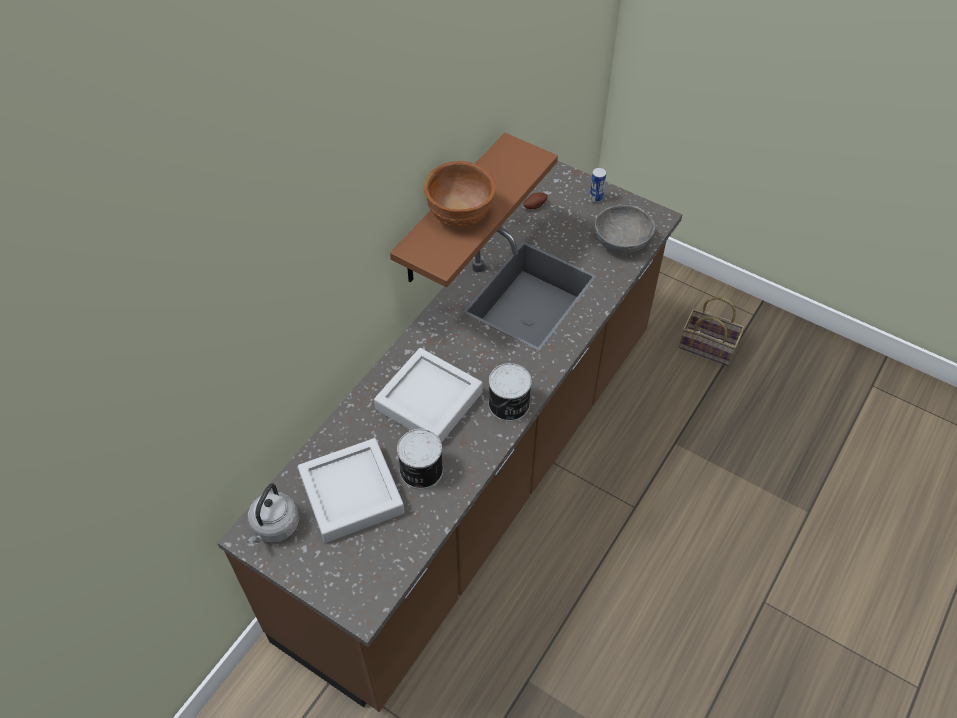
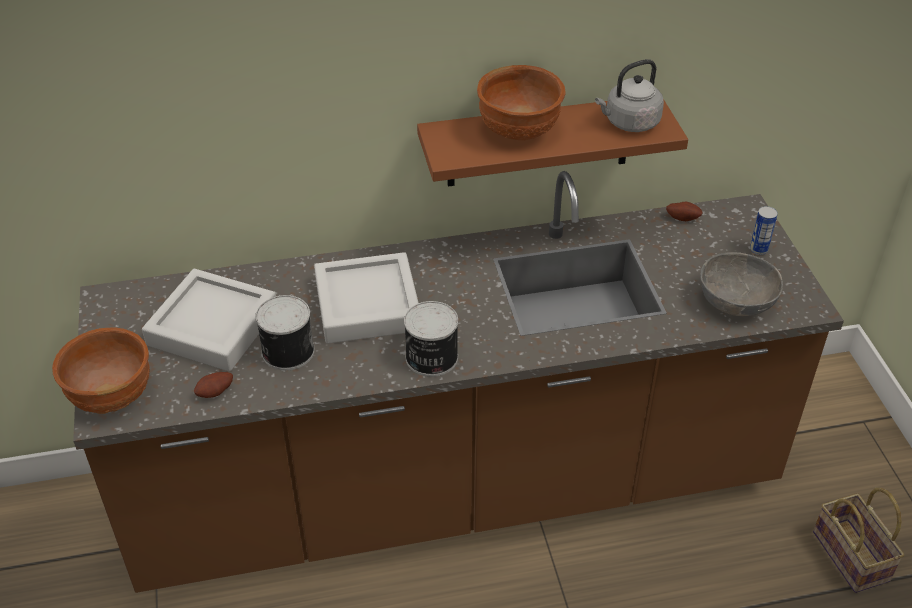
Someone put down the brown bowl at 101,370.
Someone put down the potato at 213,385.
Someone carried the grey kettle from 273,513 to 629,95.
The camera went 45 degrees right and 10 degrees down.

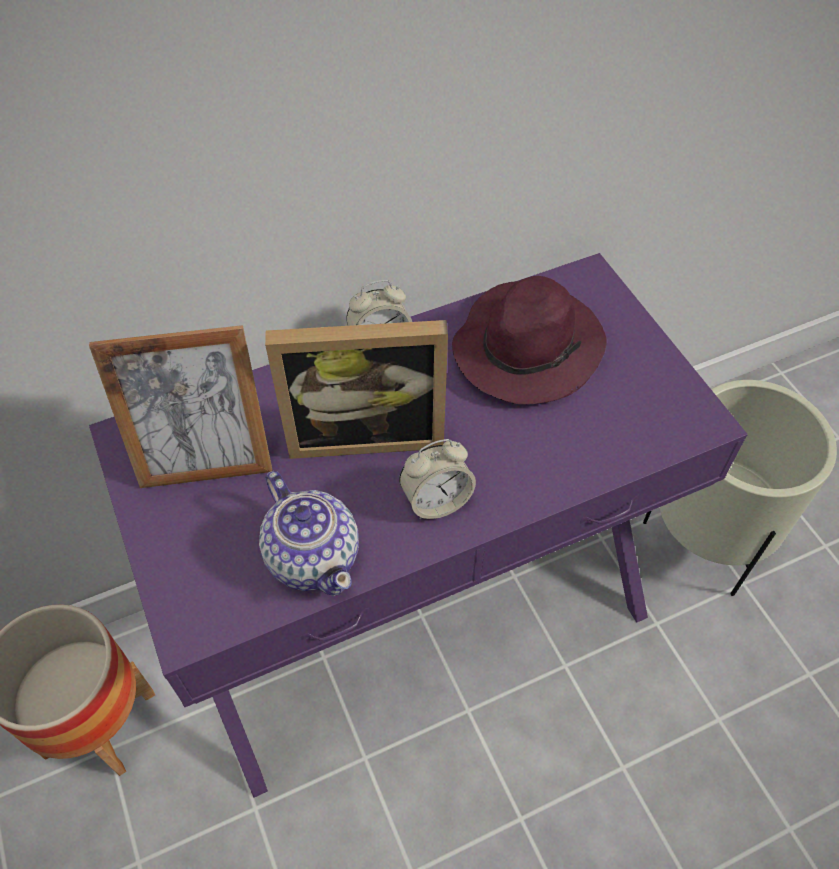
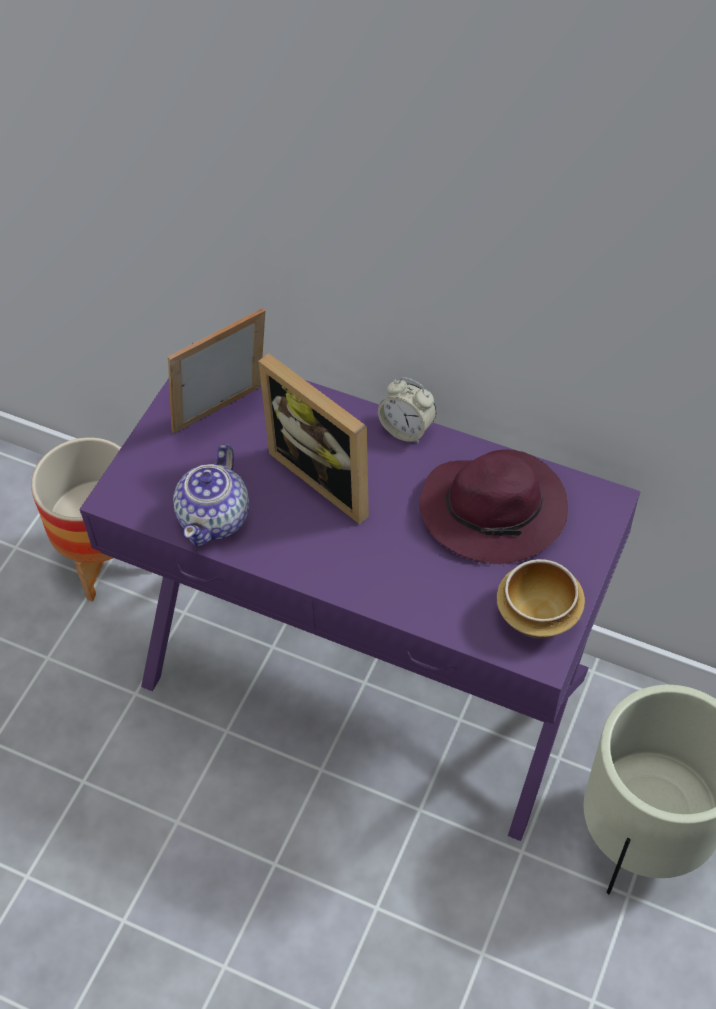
Someone took away the alarm clock at 437,479.
Someone put down the bowl at 541,599.
Someone rotated the picture frame at 180,406 by 105 degrees clockwise.
The camera went 50 degrees right and 0 degrees up.

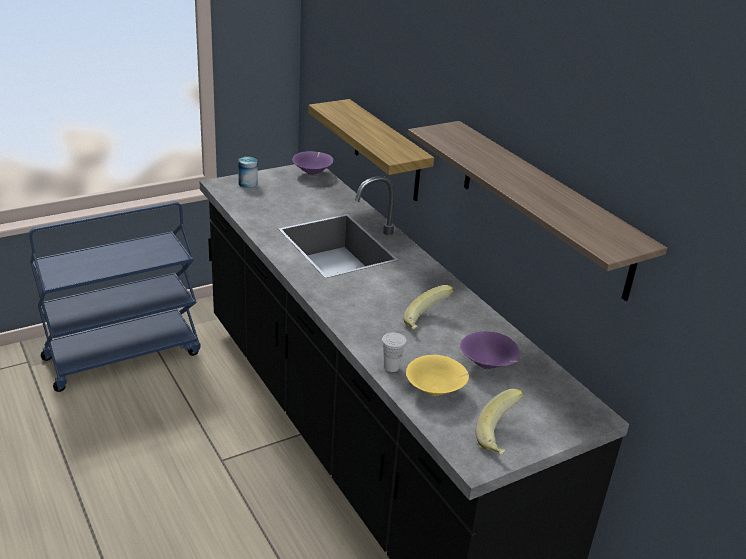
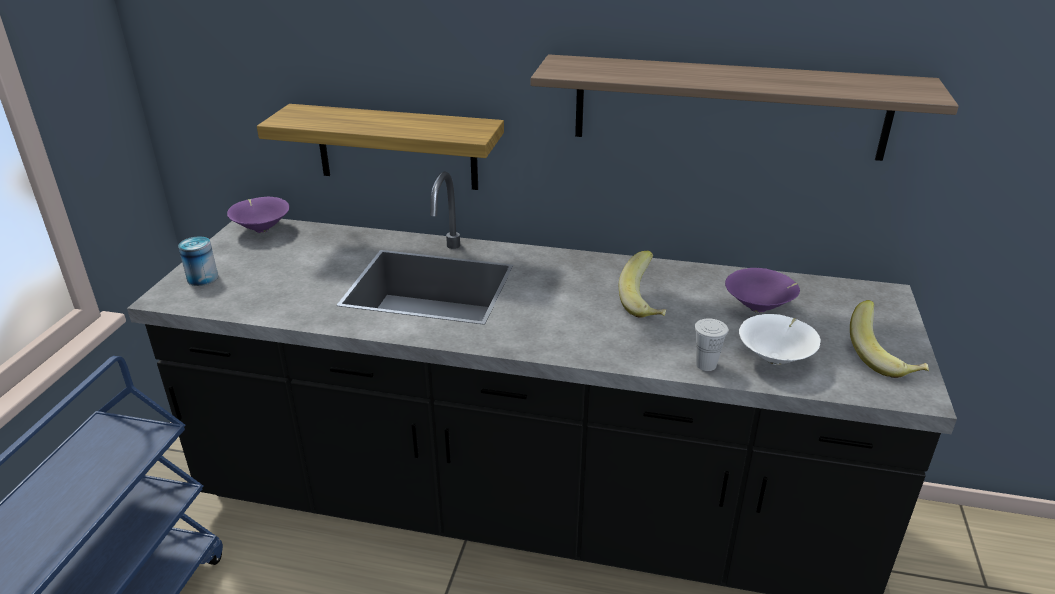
Someone repainted the yellow bowl at 437,375, which became the white bowl at 779,339.
The camera went 45 degrees left and 0 degrees up.

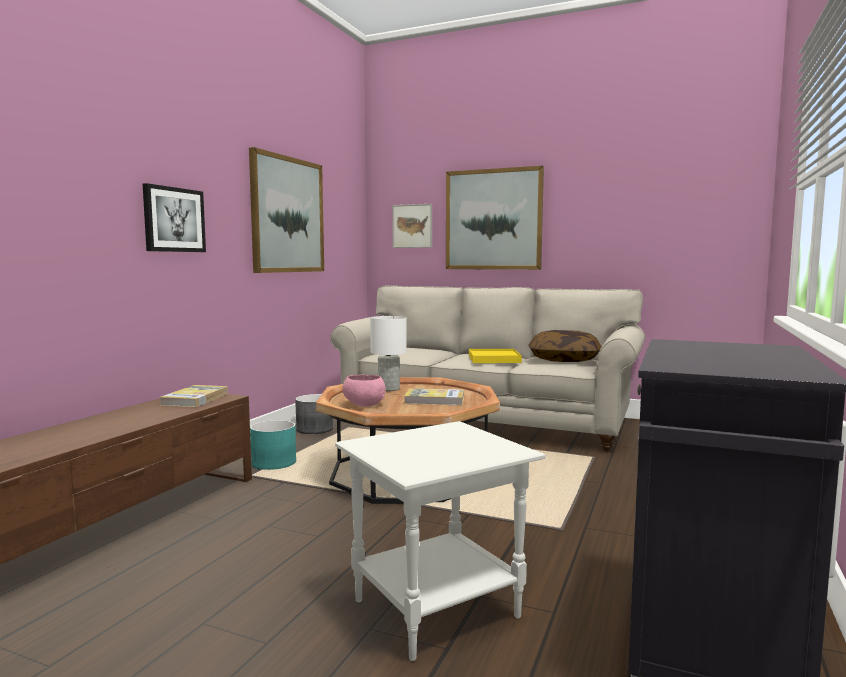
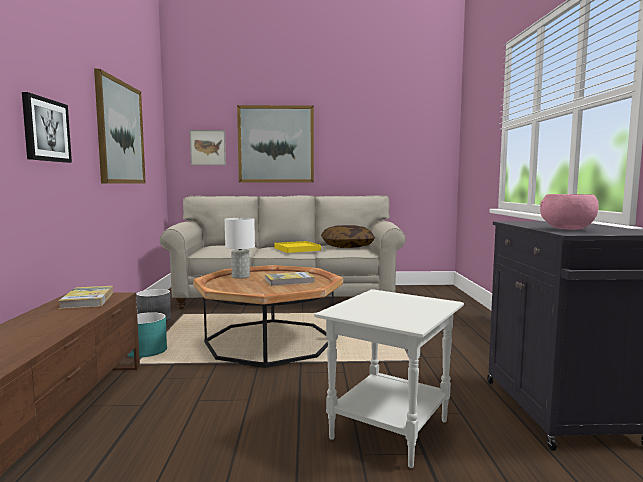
Someone carried the pink bowl from 364,391 to 569,212.
The camera went 25 degrees left and 0 degrees up.

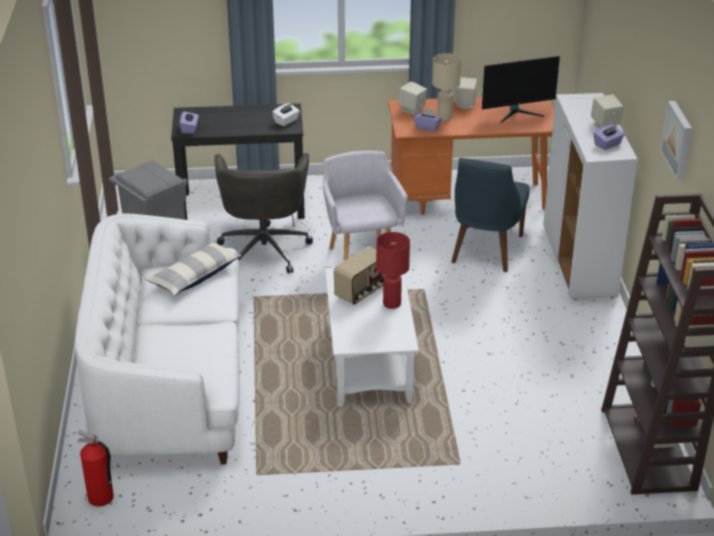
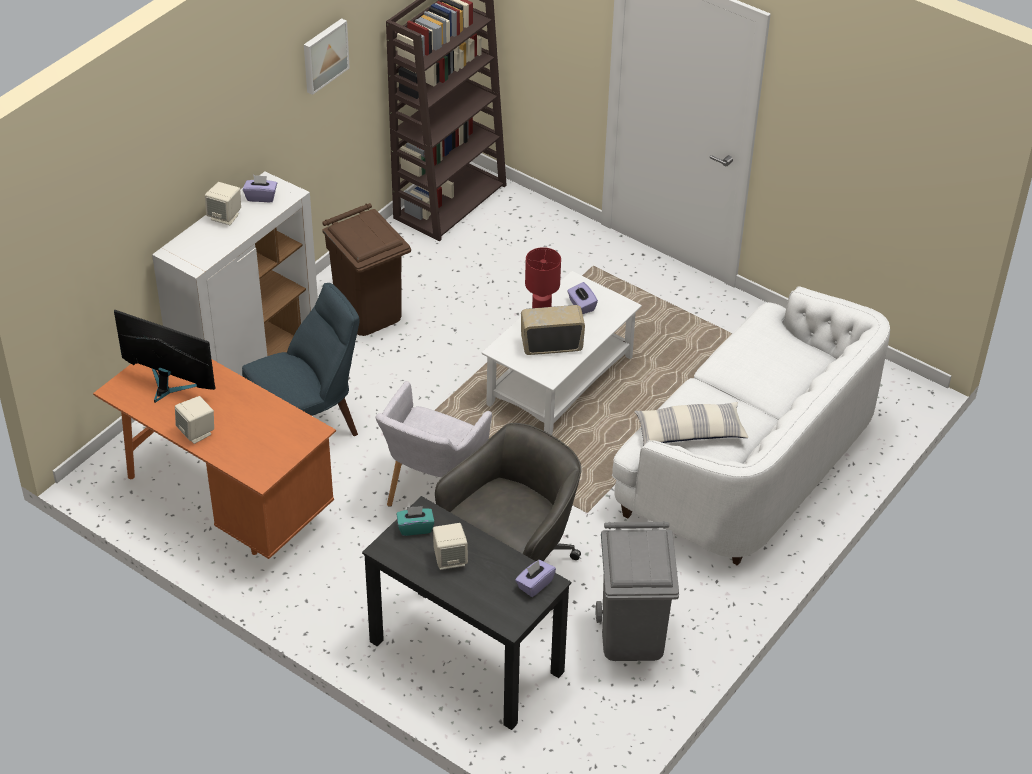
Someone took away the fire extinguisher at 96,468.
Someone took away the beige table lamp at 446,87.
Someone put down the brown trash can at 366,269.
Someone carried the beige speaker from 412,98 to 450,546.
Someone carried the purple tissue box from 428,120 to 582,298.
Someone repainted the white tissue box at 286,114, which became the turquoise tissue box at 415,521.
The camera went 140 degrees left and 10 degrees up.

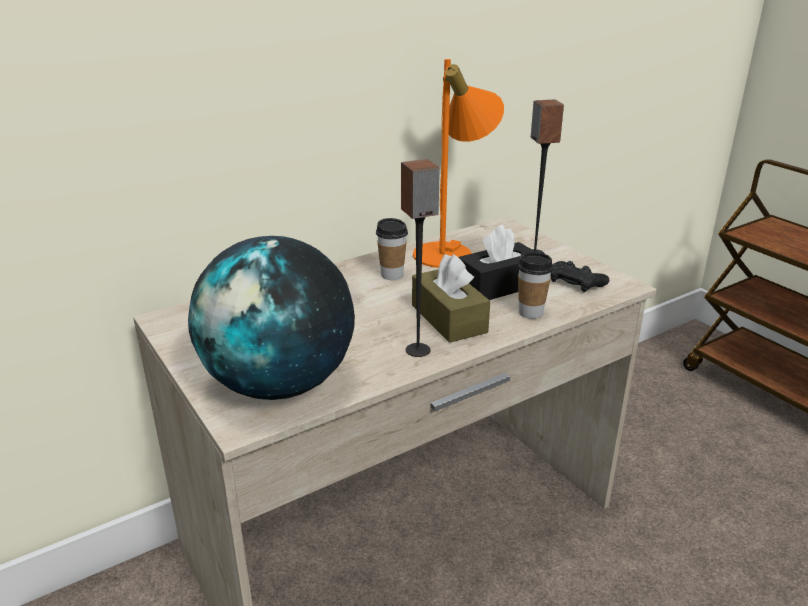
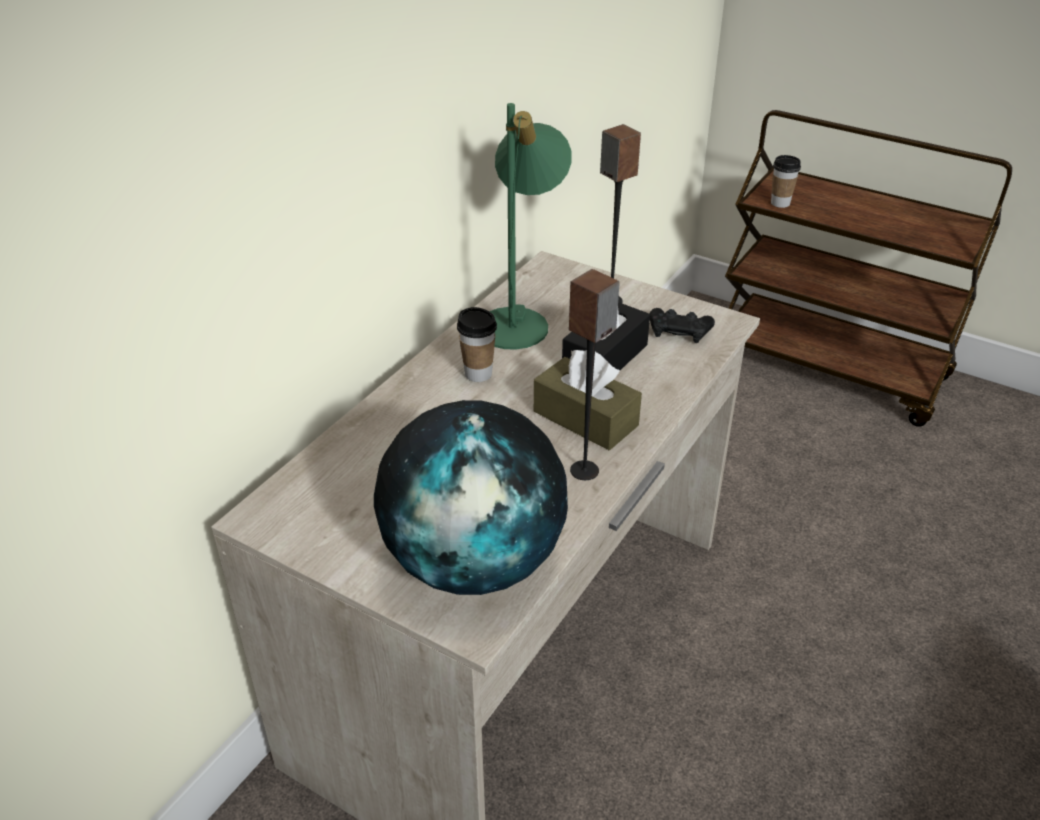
Someone carried the cup from 535,285 to 786,181.
Someone repainted the orange table lamp at 458,163, which became the green table lamp at 530,226.
The camera went 25 degrees left and 10 degrees up.

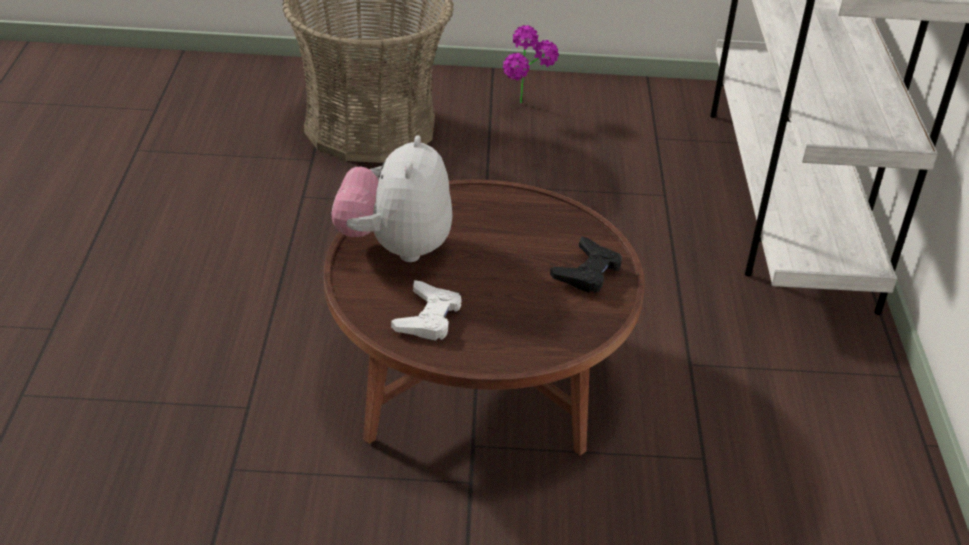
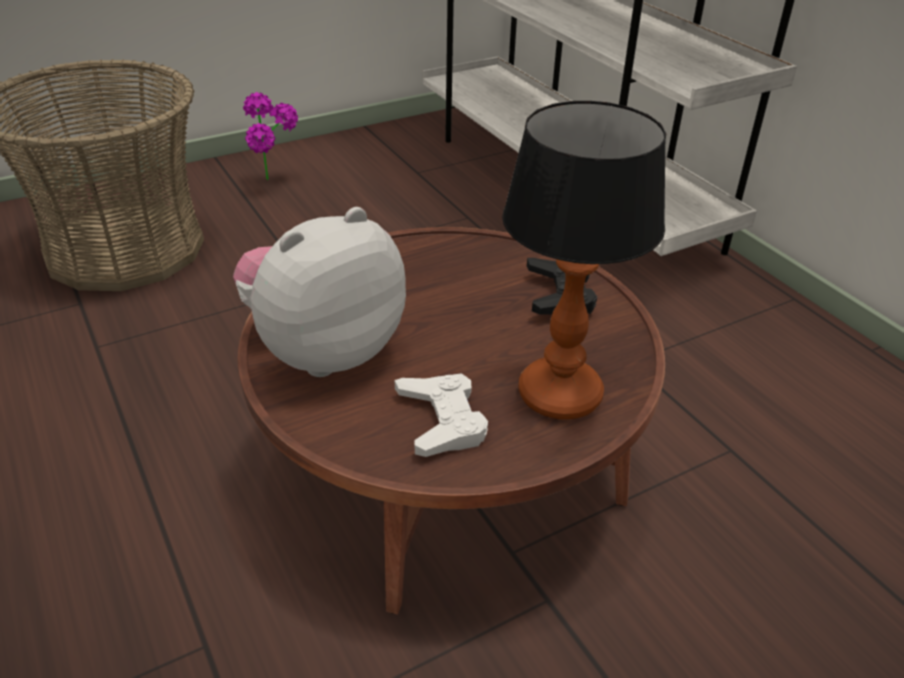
Someone put down the table lamp at 584,260.
Someone rotated the plush toy at 391,198 by 75 degrees clockwise.
The camera went 30 degrees left and 0 degrees up.

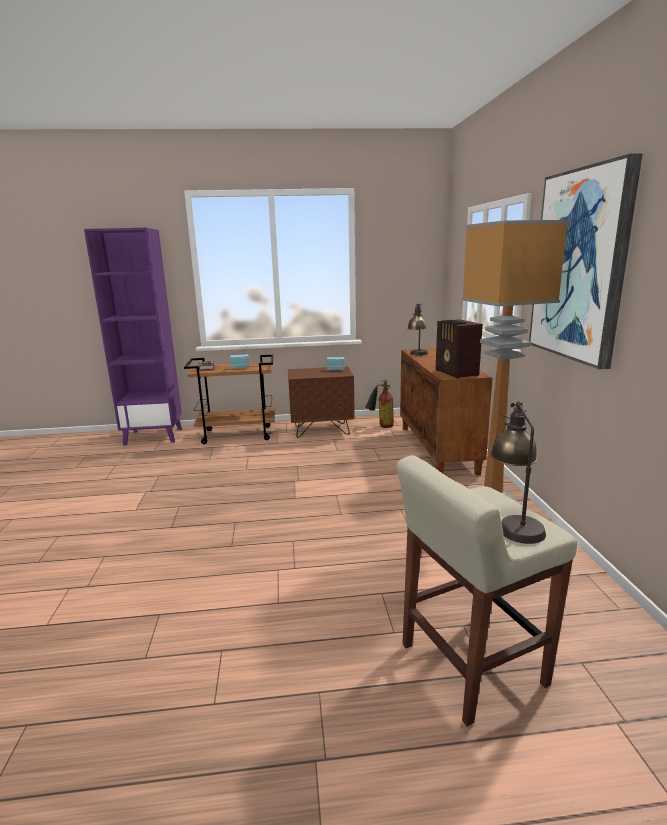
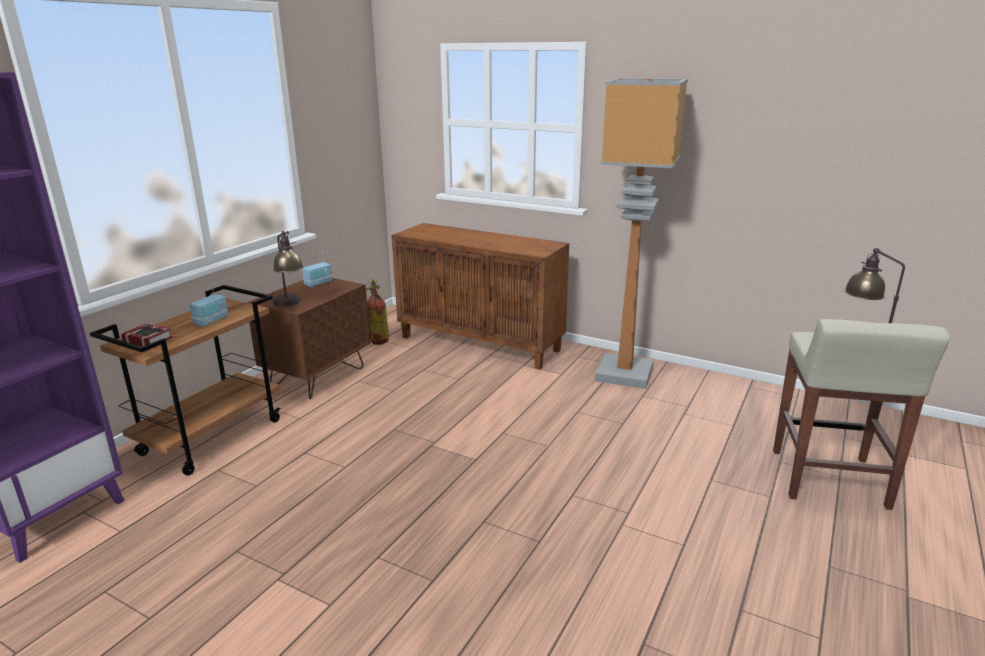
Someone took away the radio at 459,349.
Someone took away the picture at 586,261.
Someone carried the table lamp from 417,329 to 288,269.
The camera went 55 degrees left and 5 degrees up.

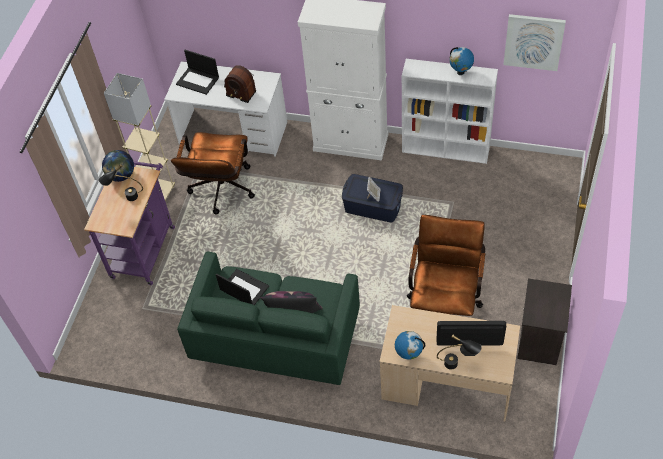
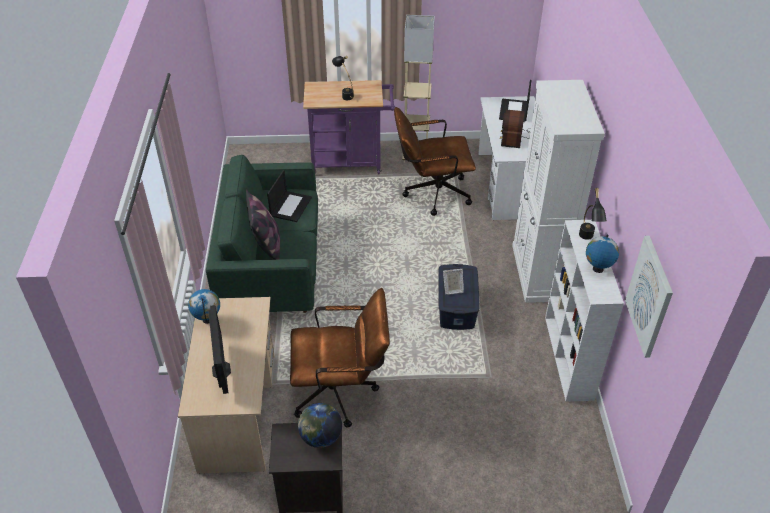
Someone carried the globe from 118,166 to 320,425.
Someone carried the black table lamp from 459,352 to 593,214.
The camera went 70 degrees right and 10 degrees down.

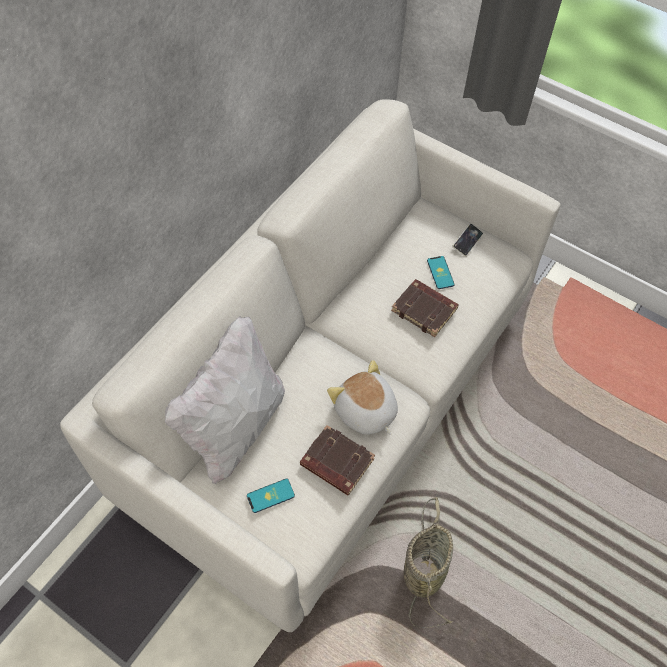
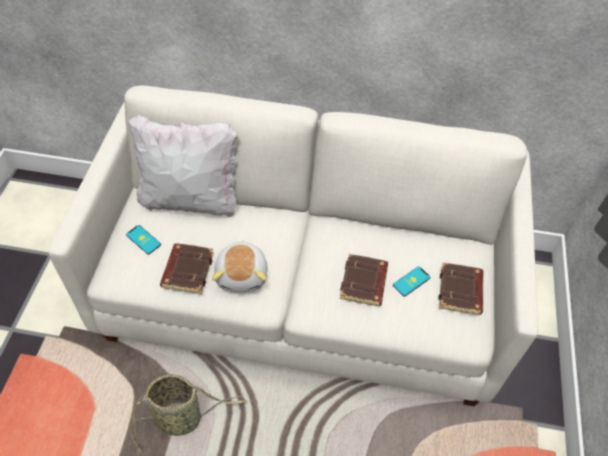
Someone swapped the phone at 467,240 for the brown book at 460,288.
Someone rotated the plush toy at 362,397 by 150 degrees clockwise.
The camera went 65 degrees right and 5 degrees down.

